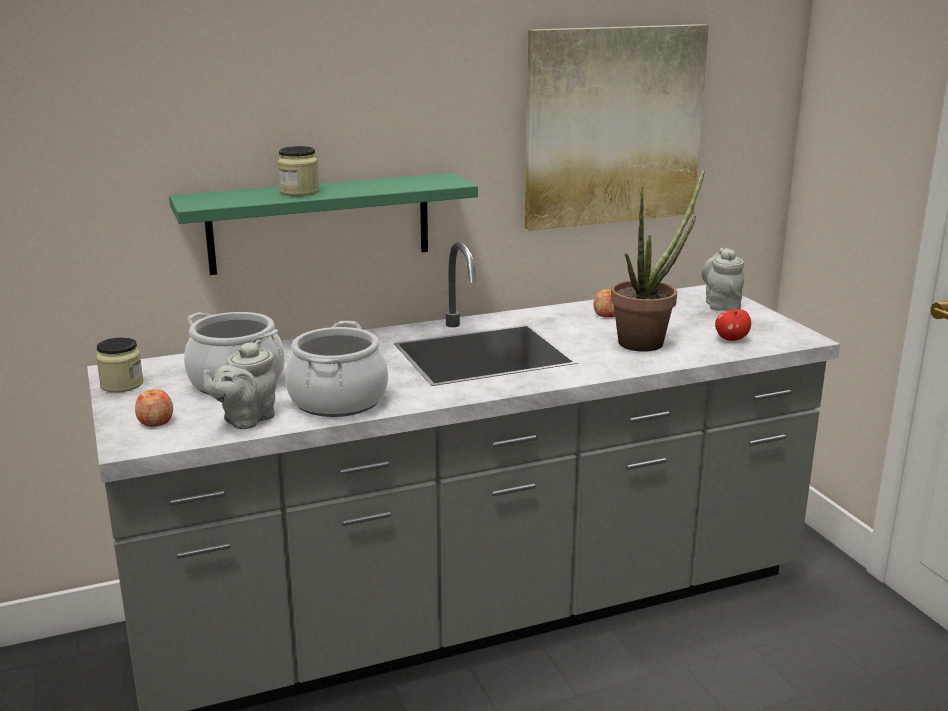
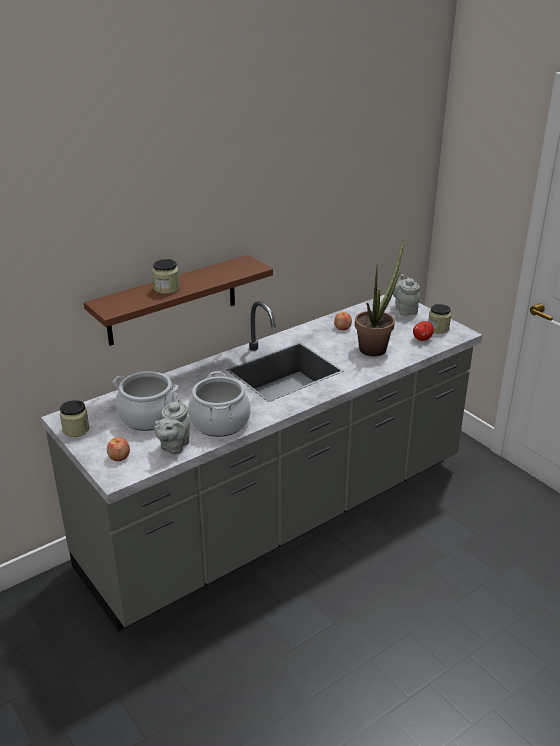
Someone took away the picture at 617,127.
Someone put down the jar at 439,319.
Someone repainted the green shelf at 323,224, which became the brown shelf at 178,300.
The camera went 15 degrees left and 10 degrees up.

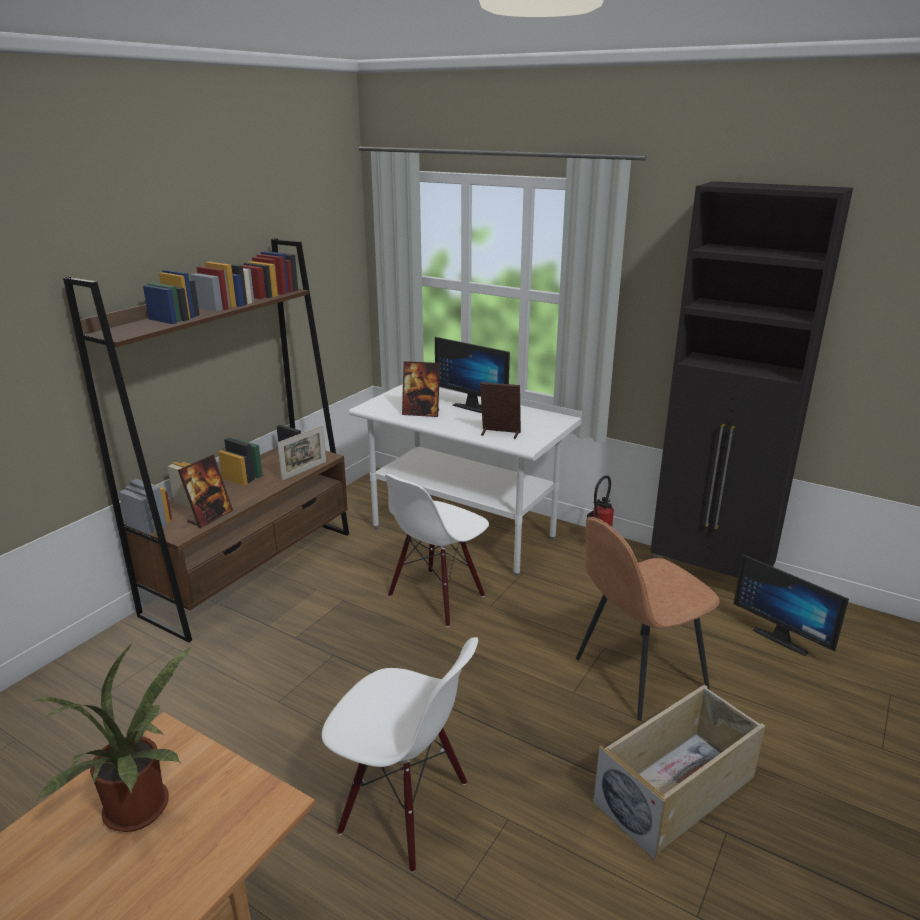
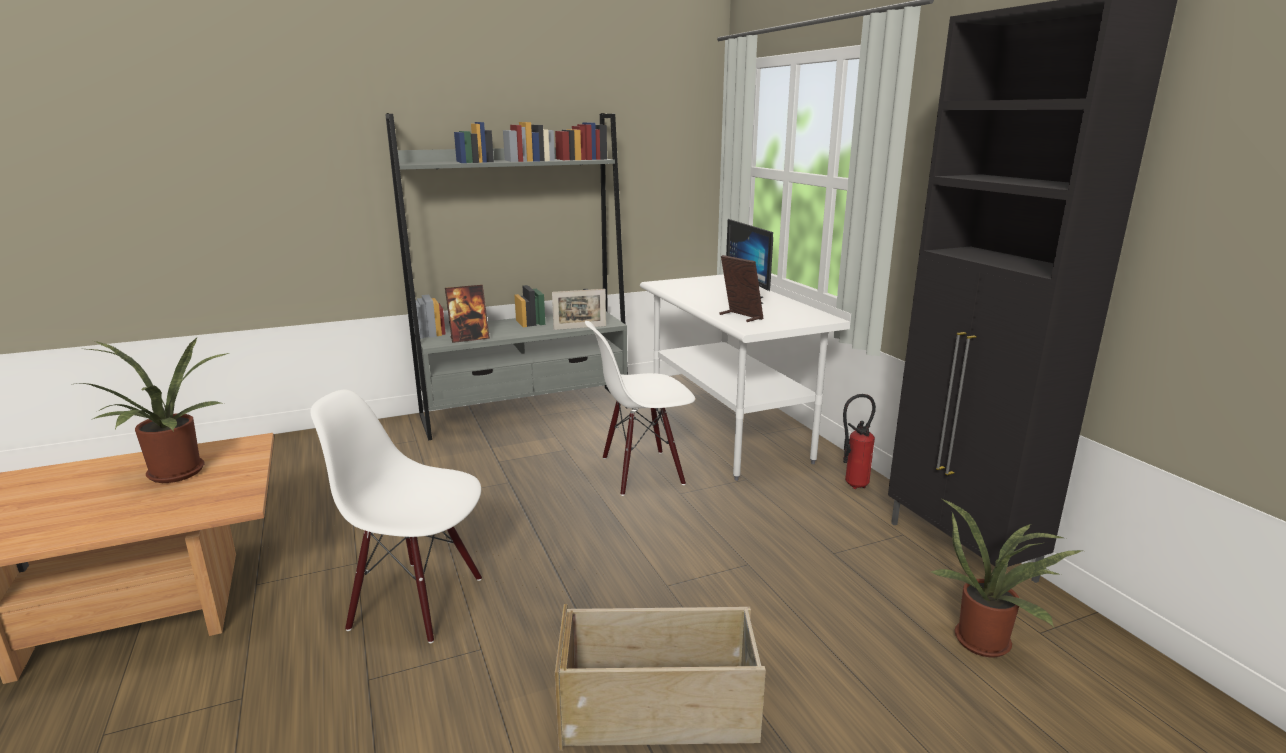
Someone took away the picture frame at 421,389.
Someone took away the brown chair at 648,619.
Someone swapped the monitor at 791,605 for the potted plant at 1006,578.
Someone repainted the brown bookcase at 206,440, which became the grey bookcase at 506,277.
Someone rotated the white chair at 400,755 by 135 degrees clockwise.
The camera went 35 degrees right and 5 degrees down.

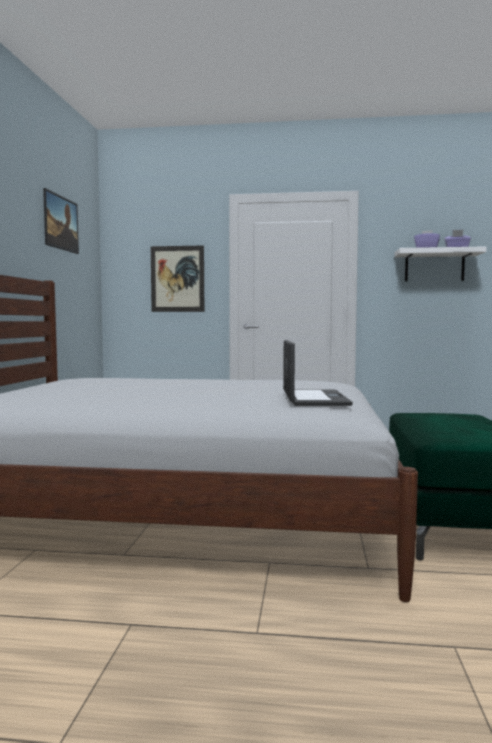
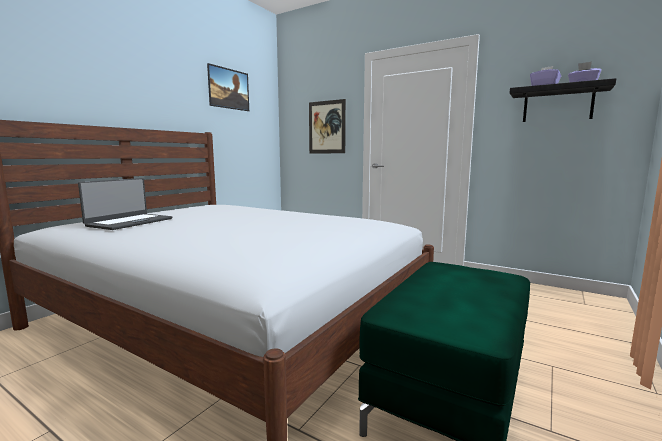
Someone carried the laptop from 318,373 to 125,204.
Someone repainted the white shelf at 441,263, which became the black shelf at 563,100.
The camera went 25 degrees right and 5 degrees up.

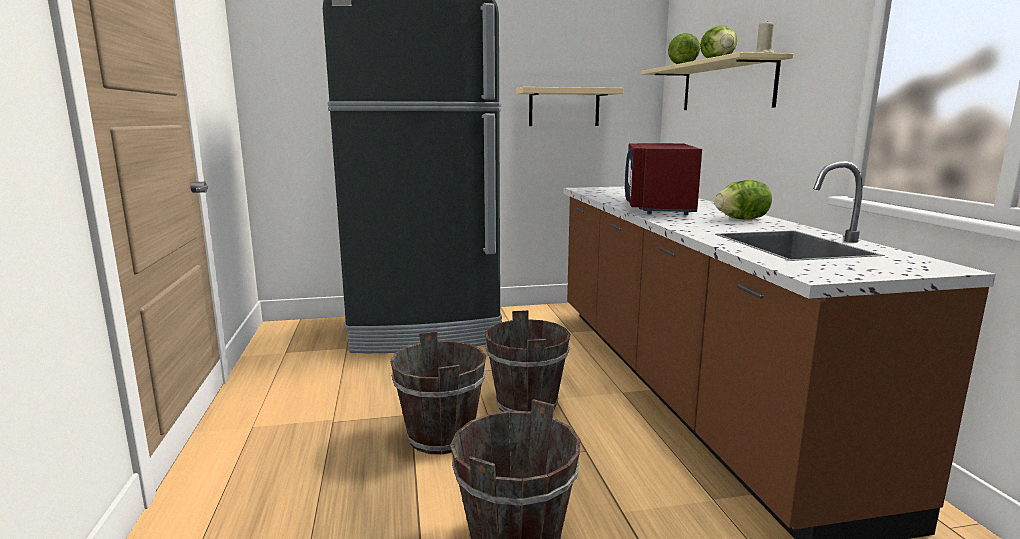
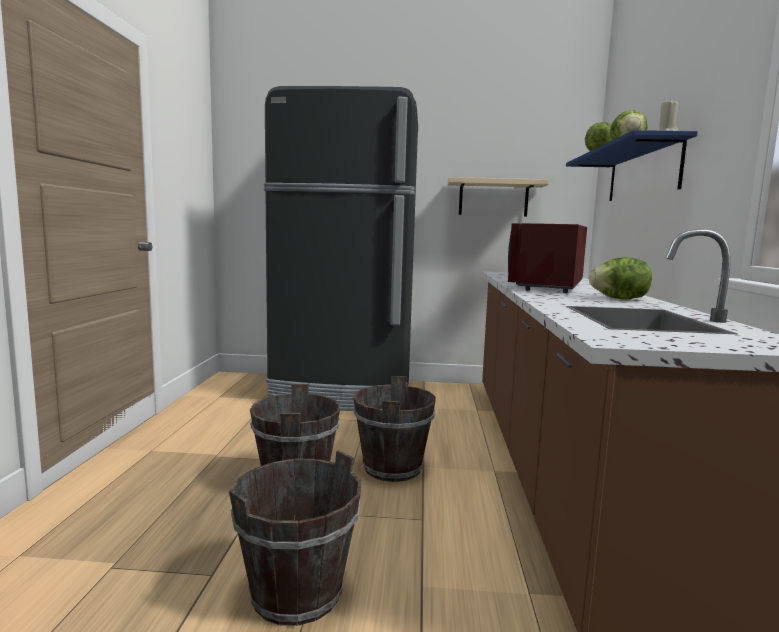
Someone repainted the beige shelf at 717,81, which became the blue shelf at 632,165.
The camera went 15 degrees right and 5 degrees down.

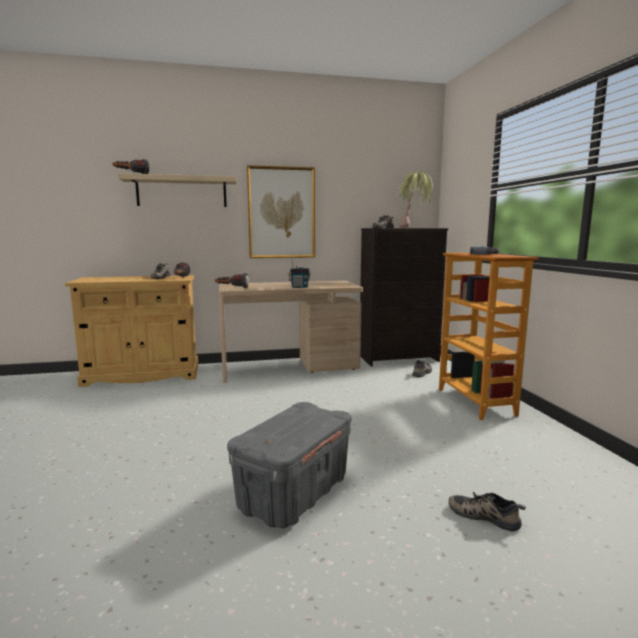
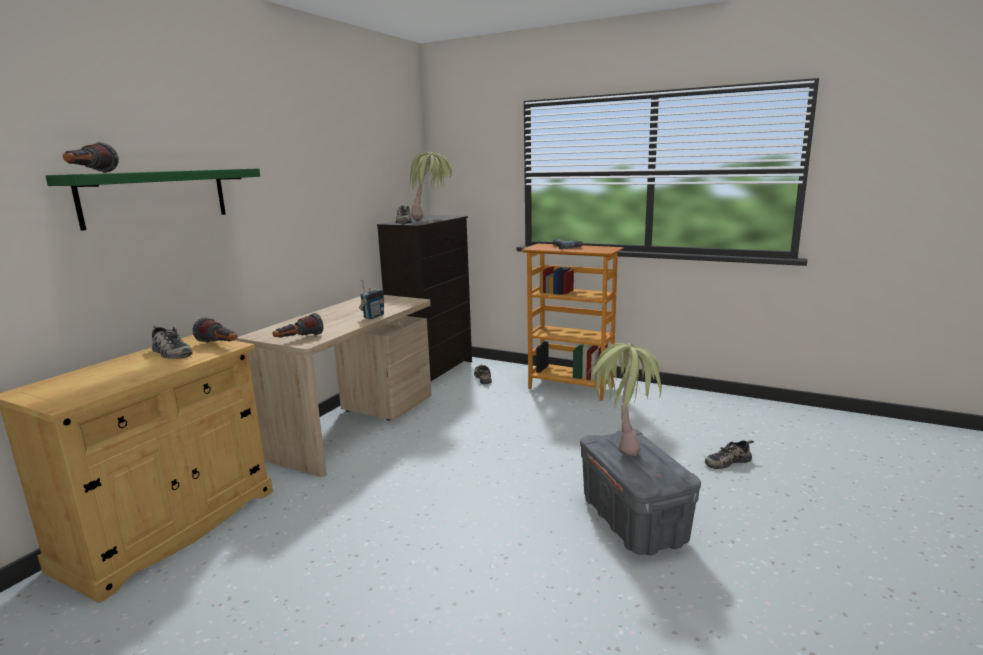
Someone took away the picture at 281,211.
Someone put down the potted plant at 625,399.
Someone repainted the beige shelf at 177,190, which became the green shelf at 153,199.
The camera went 50 degrees left and 5 degrees up.

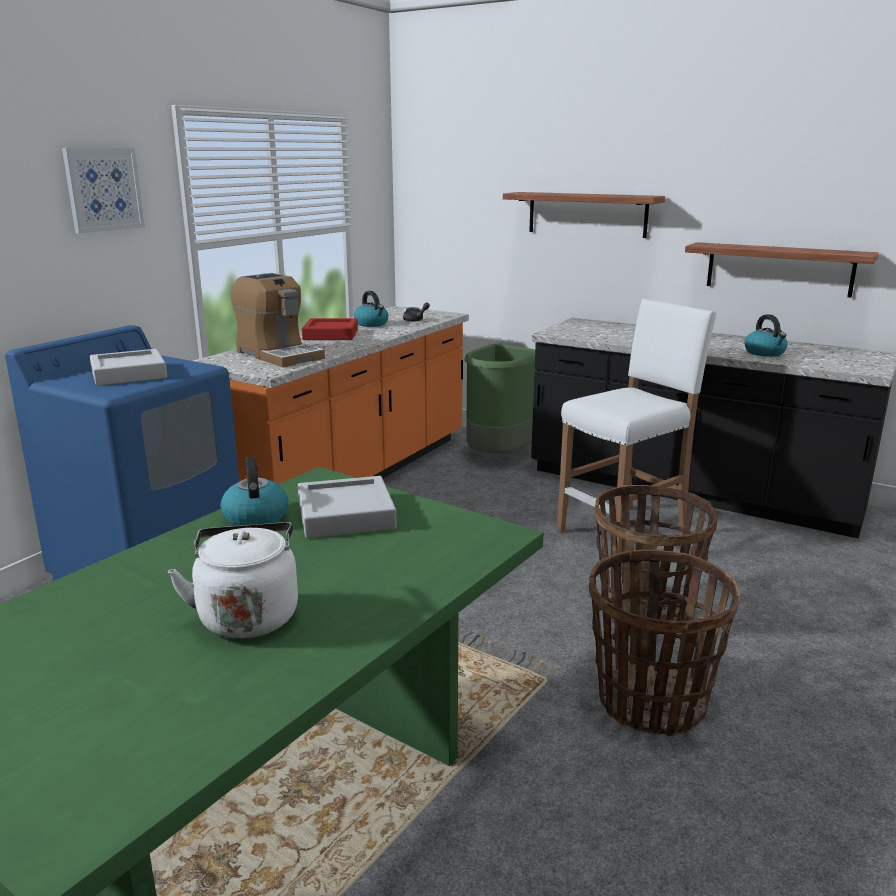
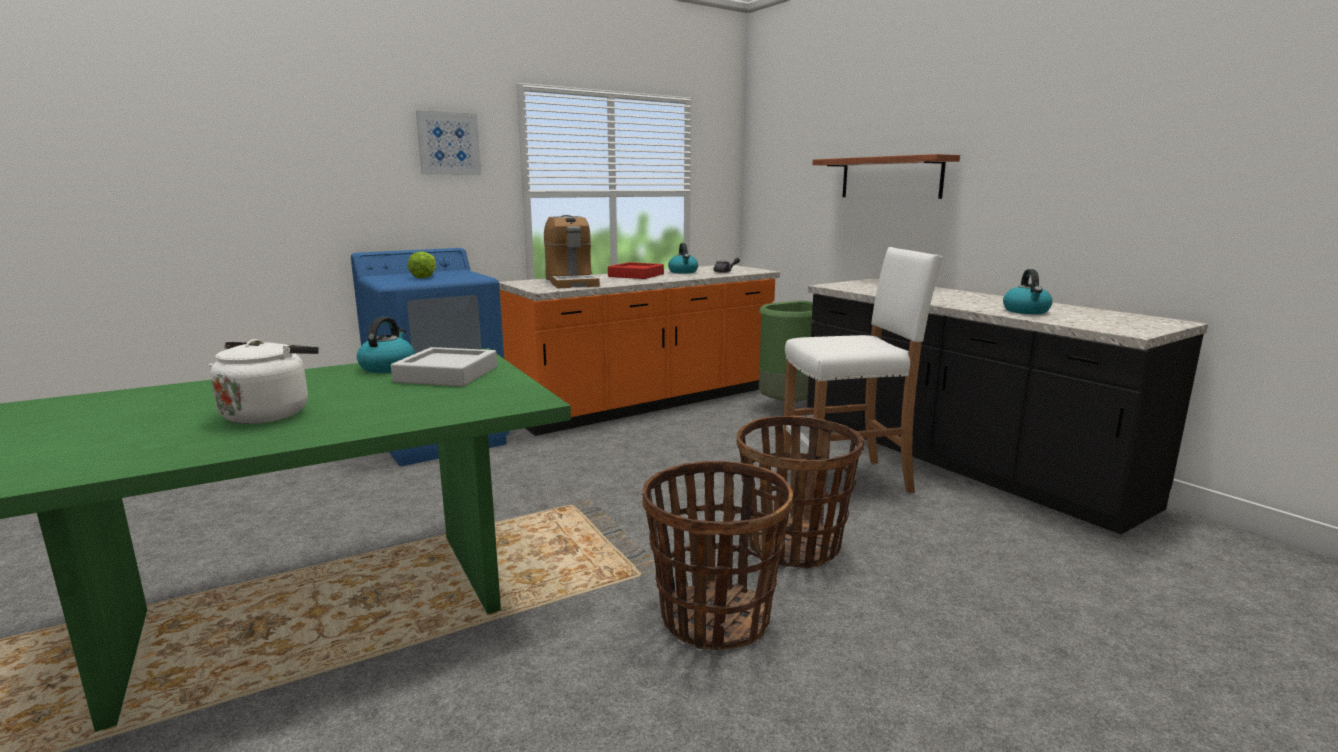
Someone took away the shelf at 782,270.
Someone swapped the grey tray at 128,367 for the lettuce at 422,264.
The camera went 25 degrees right and 5 degrees down.

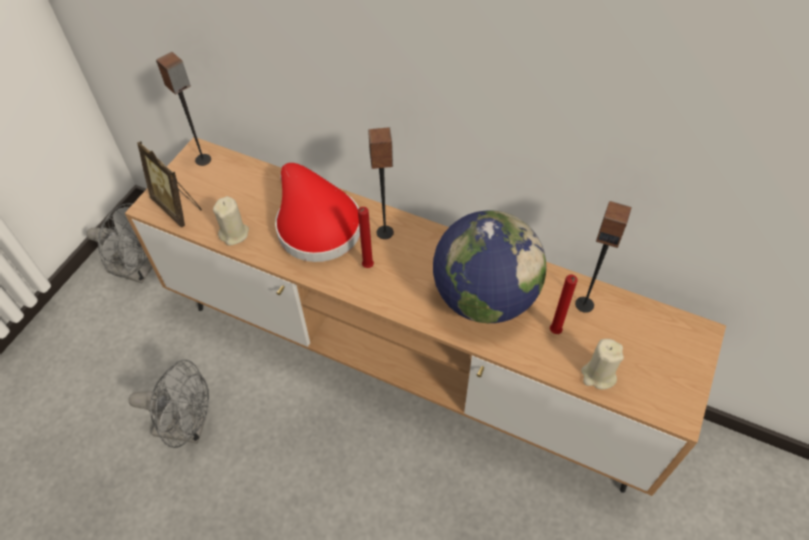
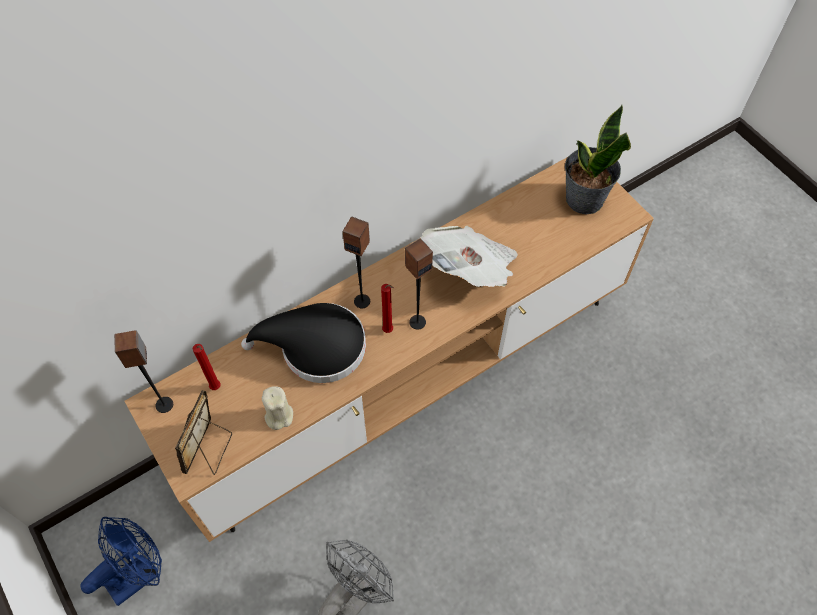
Someone took away the beige candle at 602,364.
Someone put down the potted plant at 598,160.
Someone carried the red candle from 564,304 to 207,367.
Someone carried the speaker from 603,257 to 419,284.
Someone swapped the globe at 489,266 for the newspaper at 469,256.
Someone repainted the grey fan at 119,243, which became the blue fan at 121,561.
Someone repainted the red hat at 317,212, which became the black hat at 303,343.
Someone rotated the picture frame at 169,184 by 120 degrees clockwise.
The camera went 60 degrees left and 5 degrees up.

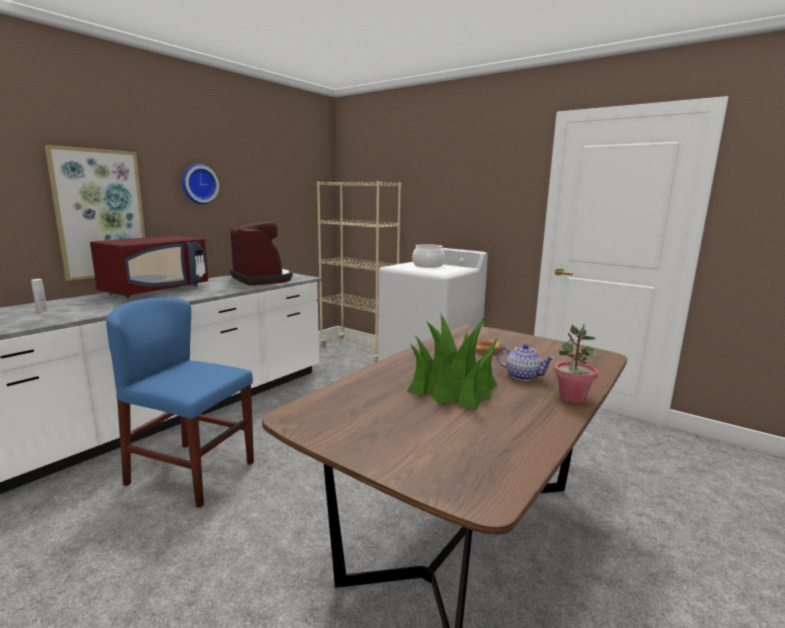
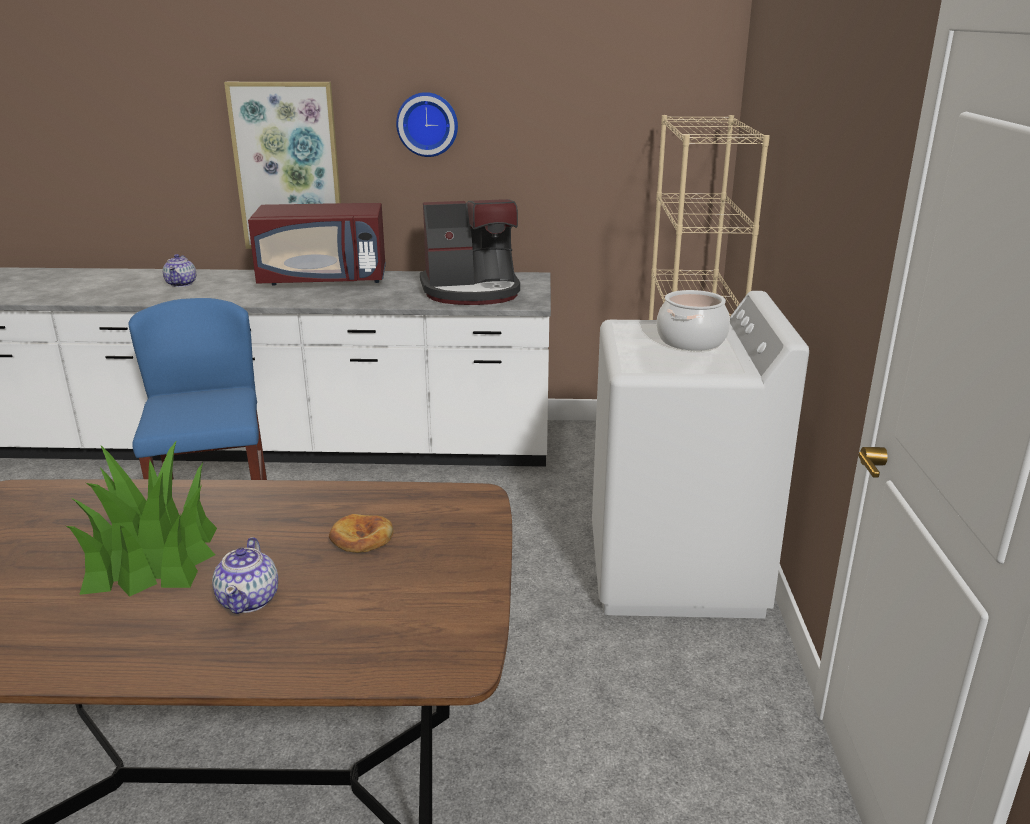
Someone took away the potted plant at 576,363.
Someone swapped the white bottle at 39,295 for the teapot at 179,270.
Someone rotated the coffee machine at 261,253 by 60 degrees clockwise.
The camera went 55 degrees right and 10 degrees up.

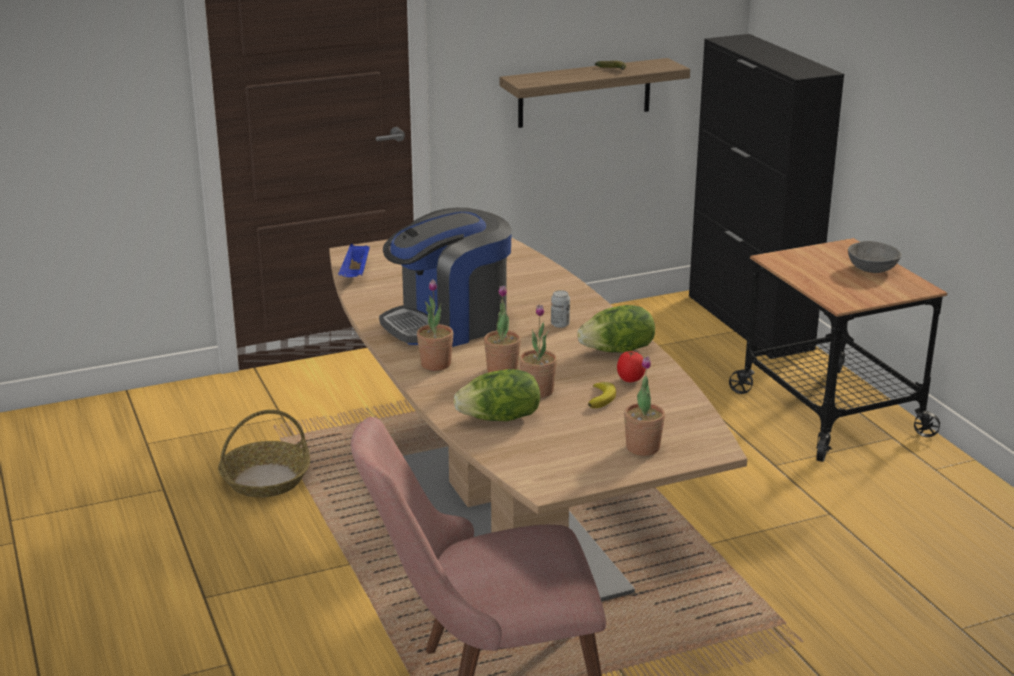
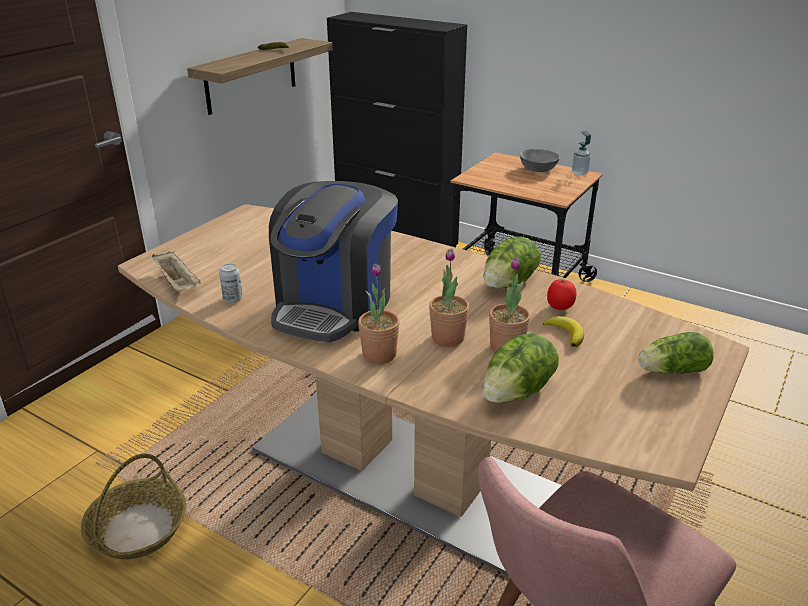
Someone put down the soap dispenser at 581,153.
Someone carried the can from 560,309 to 231,283.
Someone swapped the potted plant at 644,406 for the lettuce at 676,353.
Someone repainted the blue tray at 354,260, which became the beige tray at 176,271.
The camera went 35 degrees left and 5 degrees up.

